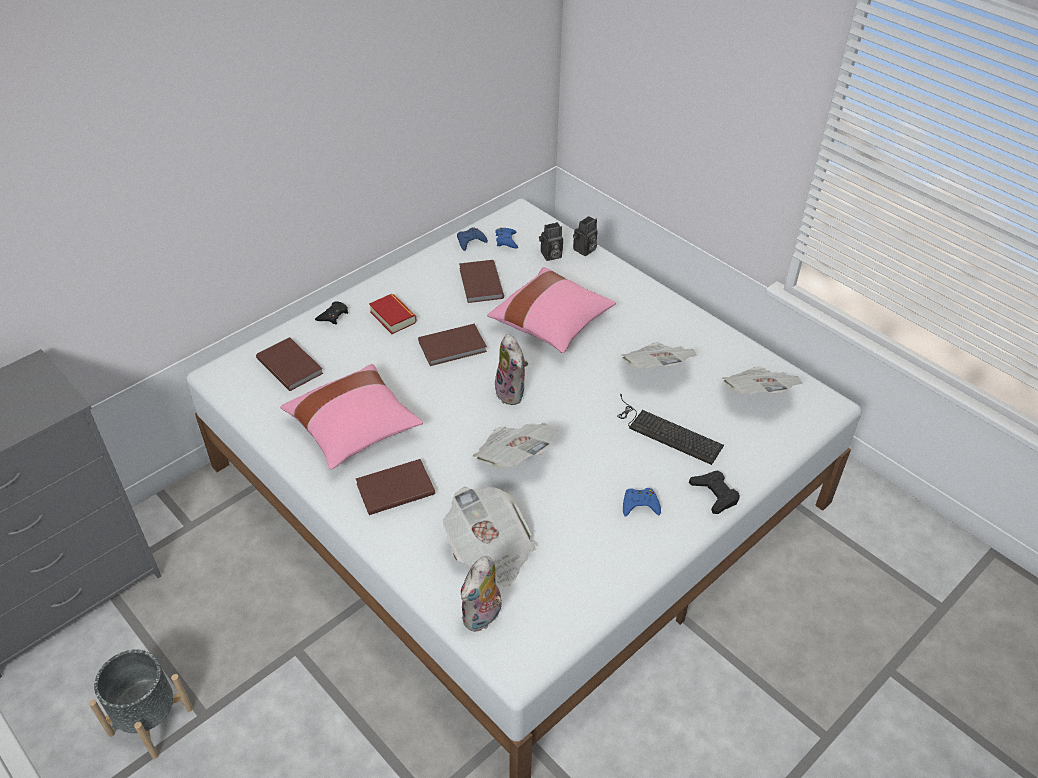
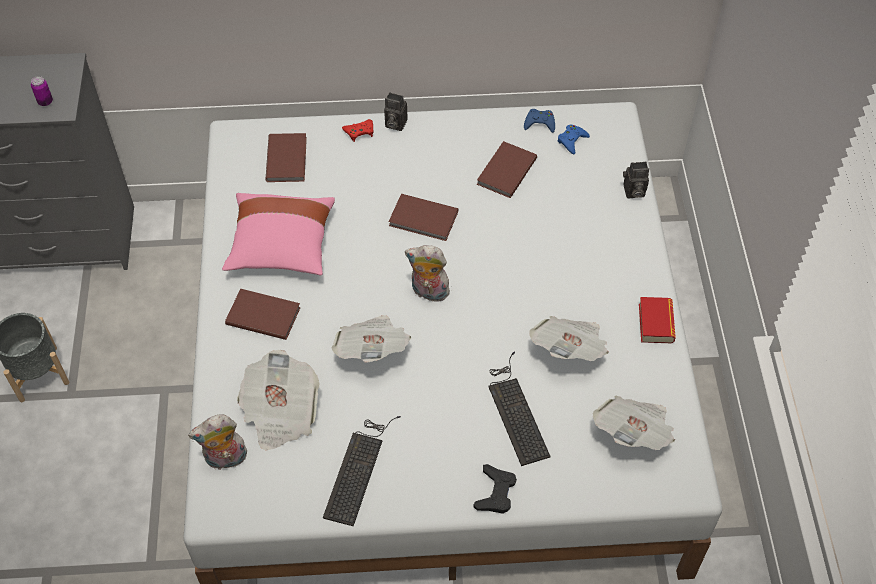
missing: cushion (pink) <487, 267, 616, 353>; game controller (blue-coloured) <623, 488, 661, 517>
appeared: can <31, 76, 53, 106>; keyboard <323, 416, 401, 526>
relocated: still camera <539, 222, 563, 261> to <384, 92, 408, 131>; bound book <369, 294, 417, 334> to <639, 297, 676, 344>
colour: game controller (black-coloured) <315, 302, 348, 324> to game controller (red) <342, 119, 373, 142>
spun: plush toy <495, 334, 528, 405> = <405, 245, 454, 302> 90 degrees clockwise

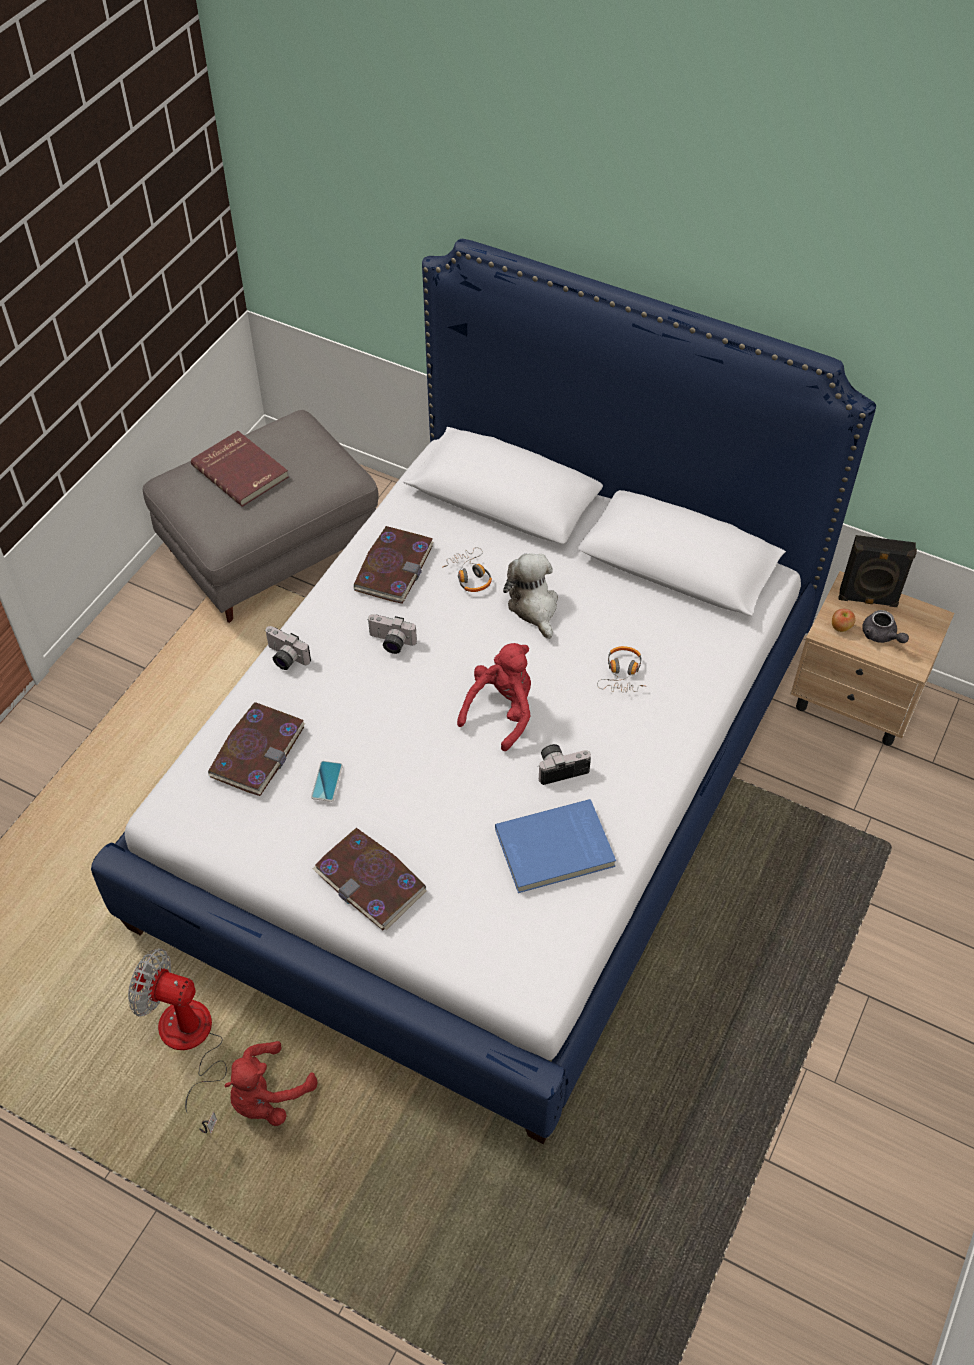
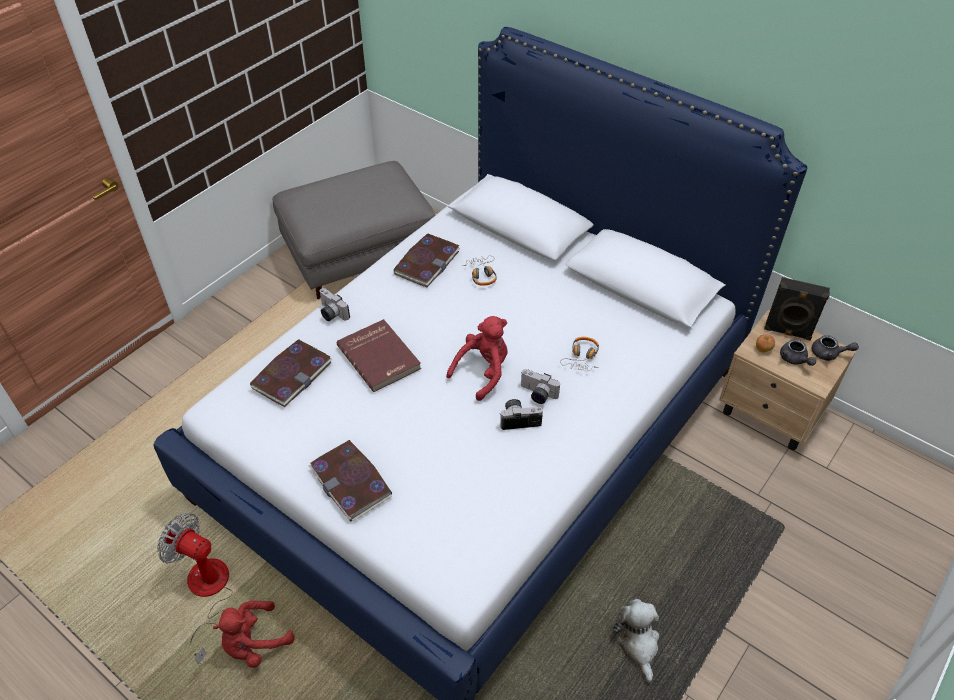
missing: phone <311, 761, 343, 802>; bound book (blue-coloured) <495, 799, 616, 893>
appeared: tea pot (greyish) <812, 335, 859, 361>
relocated: bound book (red) <191, 431, 289, 507> to <337, 319, 421, 392>; still camera <368, 614, 417, 654> to <521, 369, 560, 404>; plush toy <503, 553, 558, 639> to <613, 599, 660, 682>

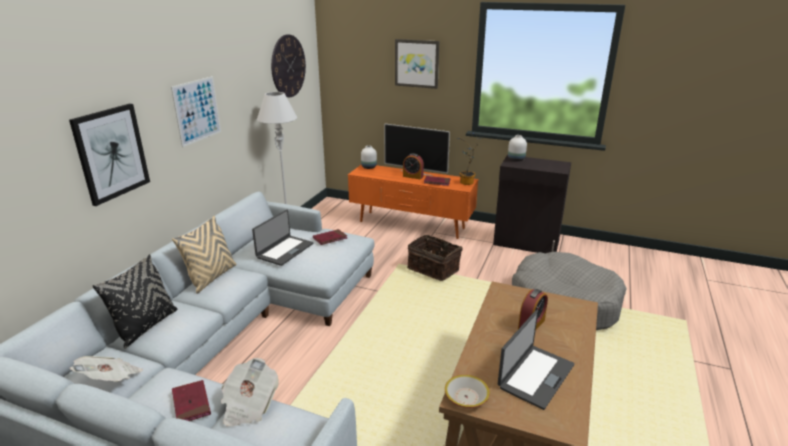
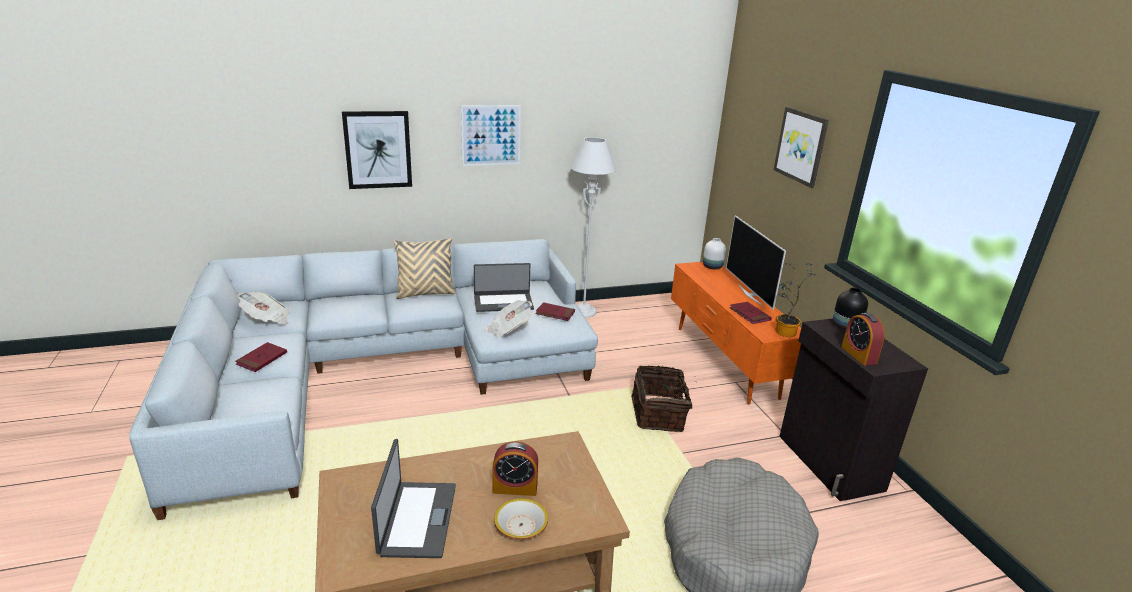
missing: cushion (black-coloured) <93, 254, 177, 349>; wall clock <271, 35, 306, 97>
relocated: daily paper <221, 358, 279, 426> to <485, 300, 533, 337>; deep dish <445, 375, 490, 408> to <494, 498, 548, 539>; table clock <403, 153, 424, 179> to <842, 313, 885, 366>
colour: decorative vase (white) <508, 135, 527, 162> to decorative vase (black-coloured) <833, 288, 868, 330>
spun: notebook computer <498, 310, 575, 410> = <371, 439, 456, 558> 90 degrees counterclockwise

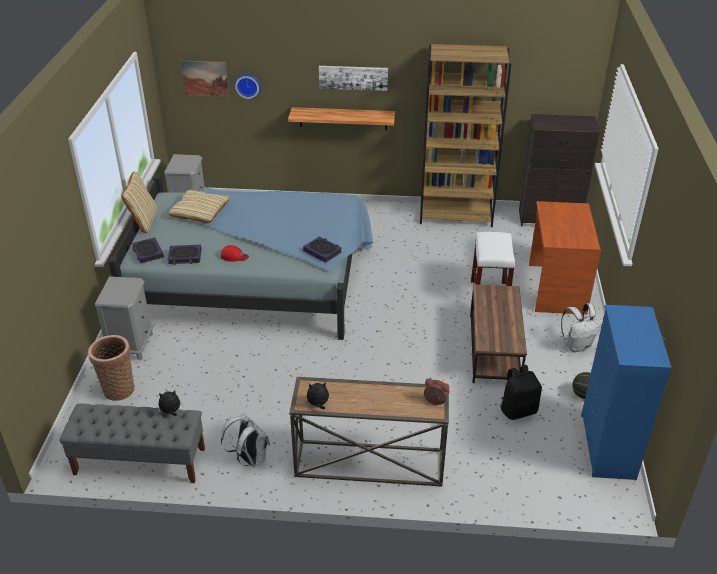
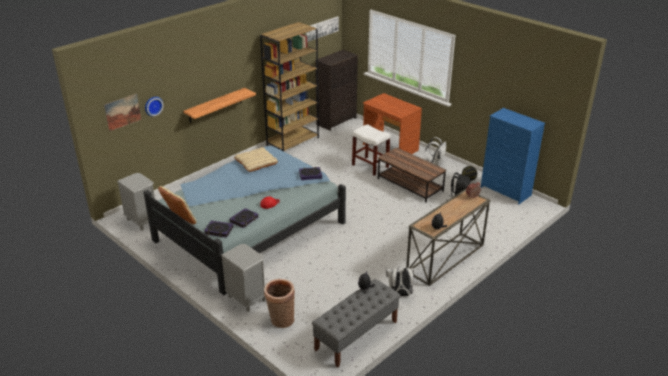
relocated: cushion (sand-coloured) <168, 190, 229, 223> to <234, 147, 278, 172>; wall art <319, 66, 388, 91> to <306, 16, 339, 42>

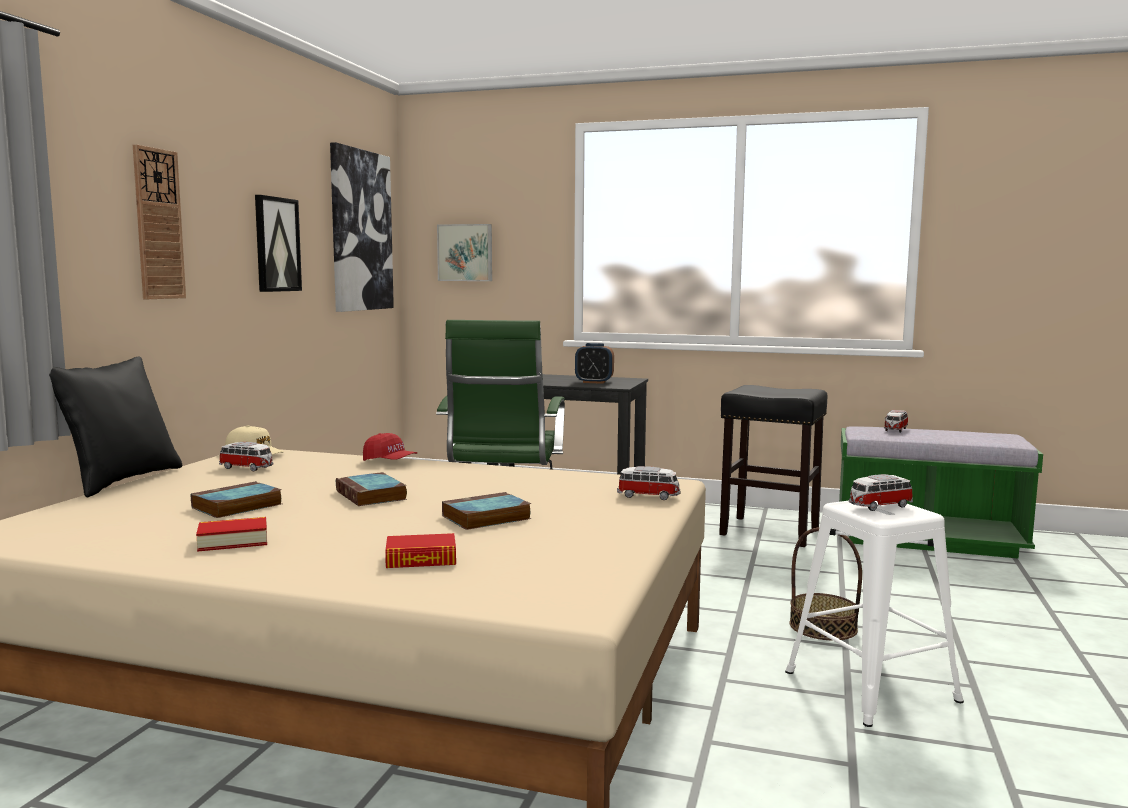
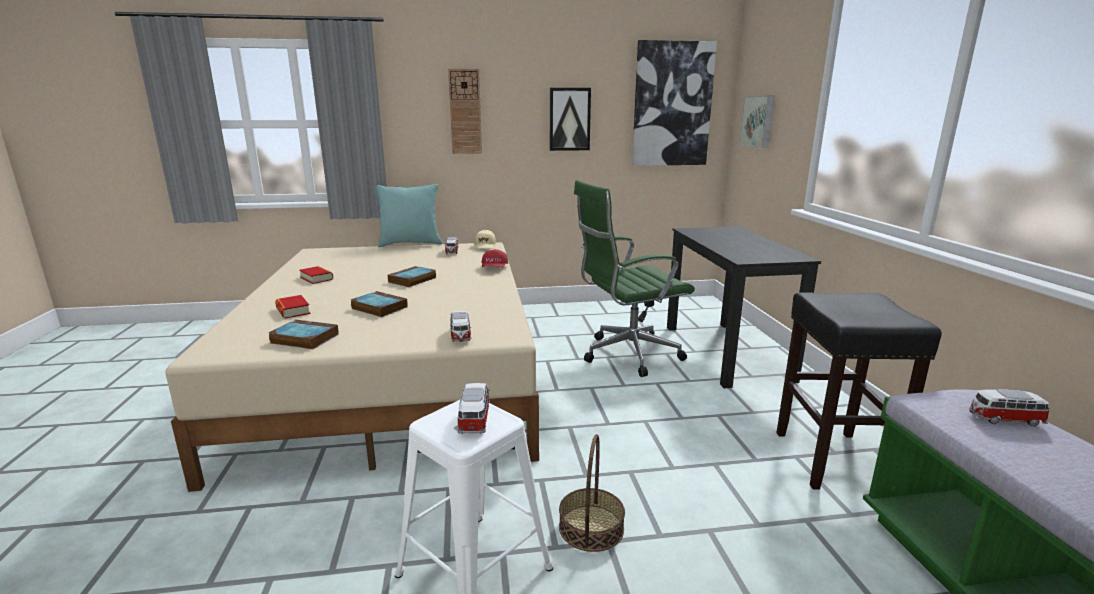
missing: table clock <575, 343, 614, 384>
relocated: bound book <191, 481, 282, 518> to <268, 319, 339, 349>
colour: cushion (black-coloured) <49, 357, 182, 497> to cushion (turquoise-coloured) <375, 184, 442, 247>
spun: toy car <849, 474, 913, 511> = <458, 383, 490, 434> 45 degrees clockwise

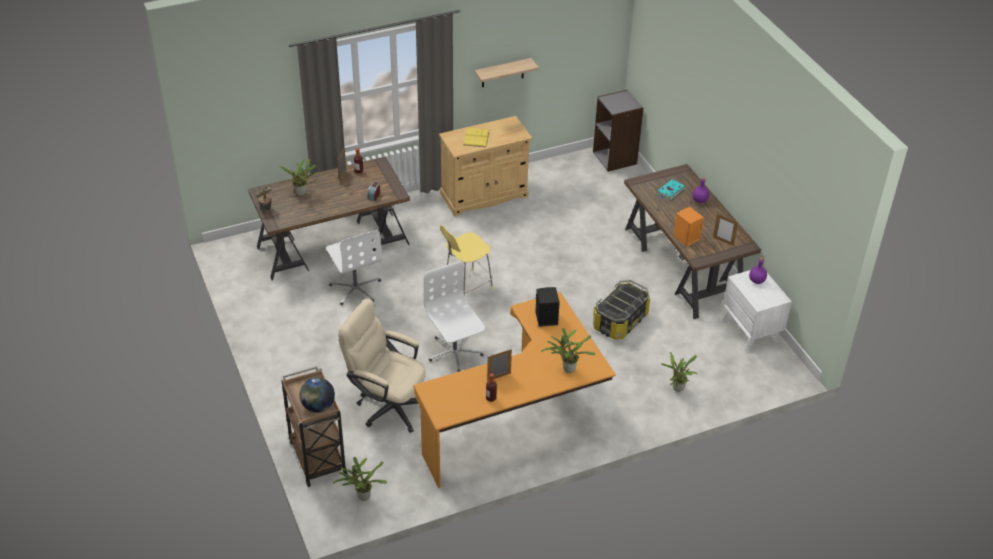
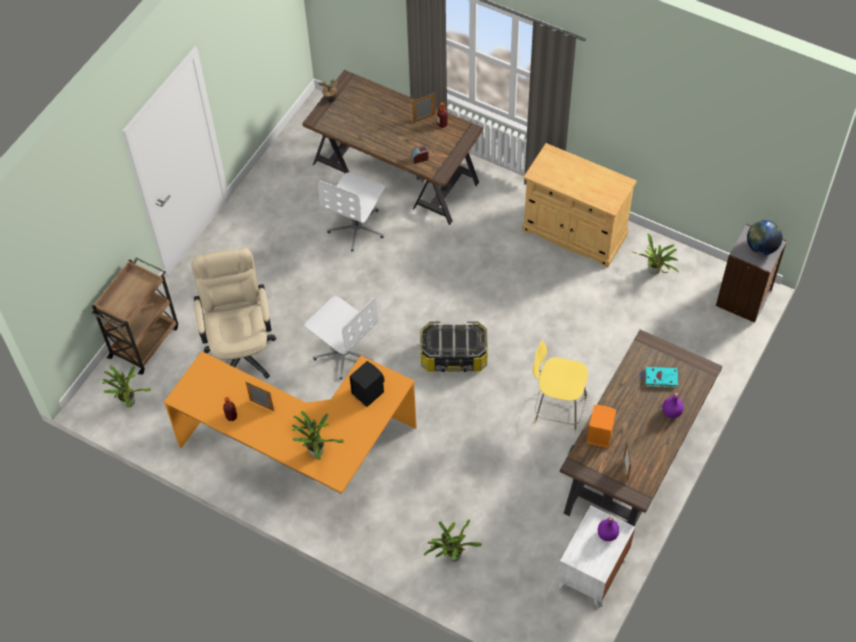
missing: bound book (yellow-coloured) <464, 128, 490, 147>; wall shelf <475, 58, 539, 87>
relocated: storage box <593, 280, 650, 340> to <420, 321, 488, 372>; sitting stool (yellow-coloured) <440, 225, 493, 296> to <533, 339, 588, 433>; plant in a pot <278, 159, 325, 196> to <631, 234, 679, 275>; world globe <300, 378, 335, 413> to <747, 220, 783, 255>
spun: desk chair (white) <424, 261, 485, 372> = <305, 296, 379, 380> 105 degrees clockwise

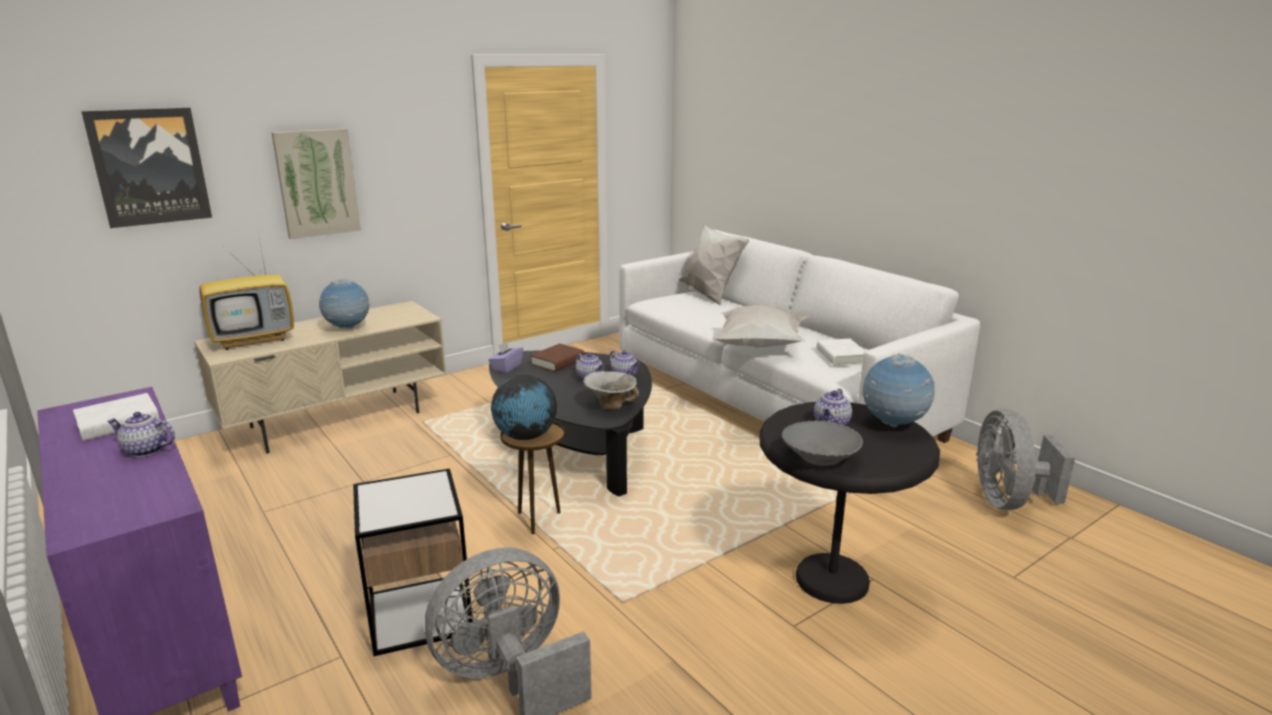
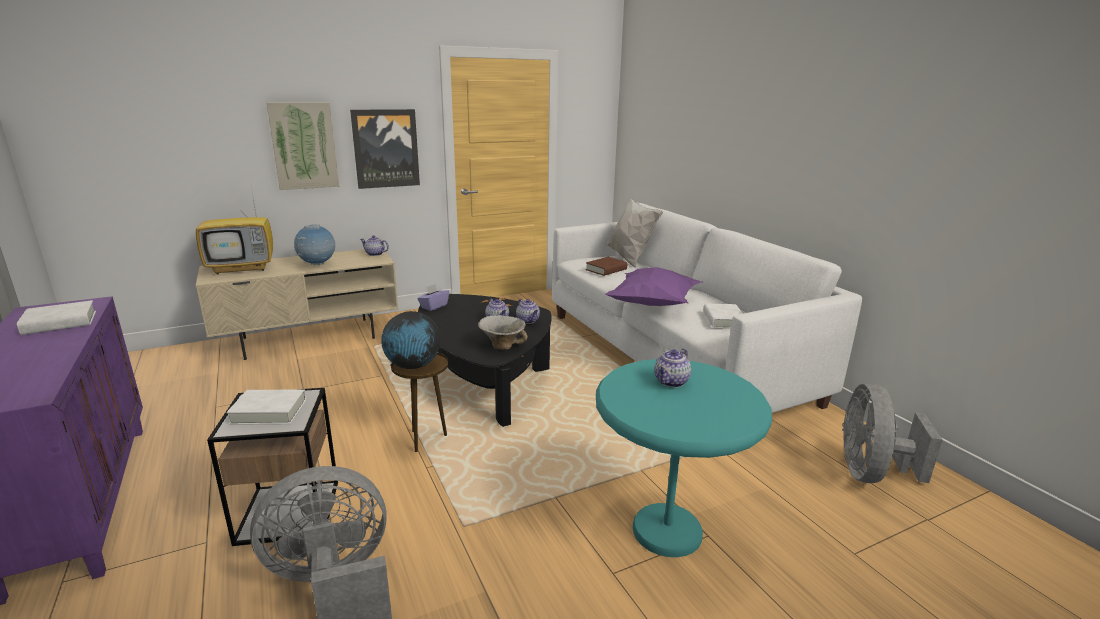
missing: deep dish (greyish) <782, 421, 863, 465>; world globe <862, 353, 935, 427>
appeared: bound book (white) <227, 389, 306, 425>
relocated: wall art <81, 108, 212, 228> to <350, 109, 420, 189>; tea pot <107, 412, 175, 457> to <360, 236, 389, 256>; bound book (brown) <530, 343, 585, 372> to <586, 257, 627, 276>
colour: side table (black-coloured) <759, 402, 940, 604> to side table (turquoise-coloured) <596, 359, 772, 557>; cushion (white) <712, 304, 809, 347> to cushion (purple) <604, 267, 702, 306>

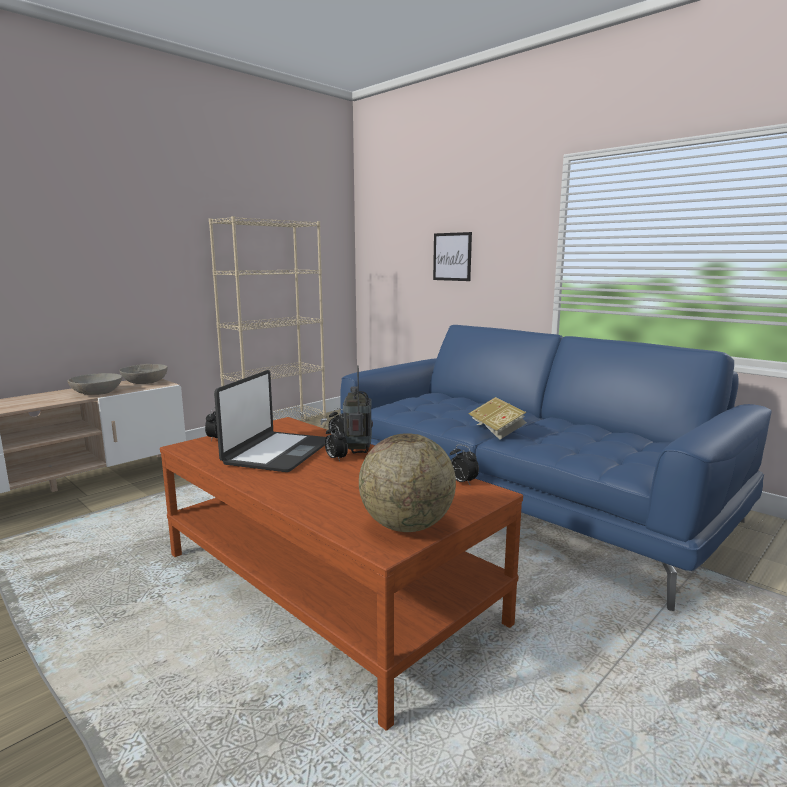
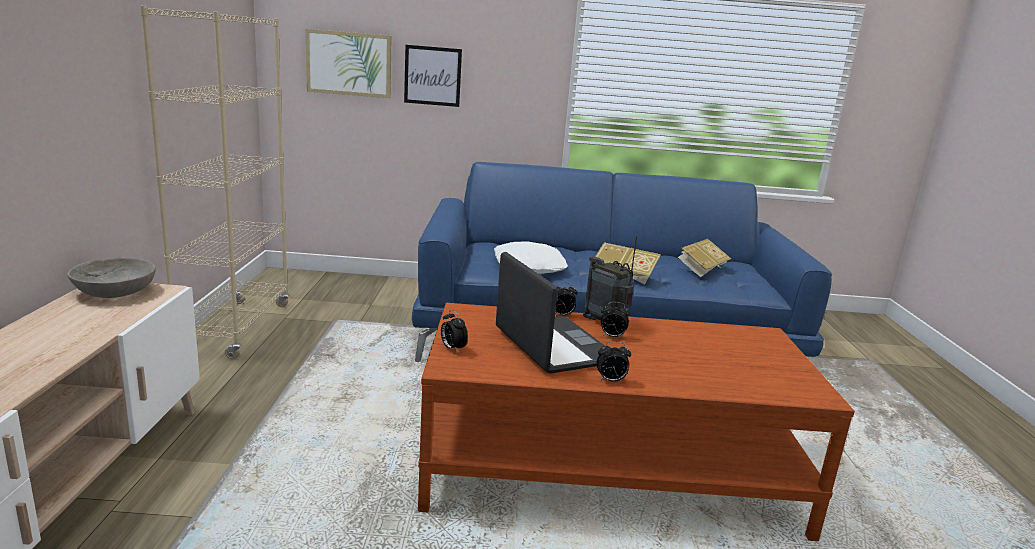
missing: deep dish (greyish) <68, 373, 122, 395>; world globe <359, 433, 456, 532>
appeared: wall art <305, 29, 392, 98>; cushion (white) <494, 242, 568, 274>; bound book <678, 239, 731, 277>
relocated: table clock <450, 444, 479, 485> to <596, 341, 631, 382>

